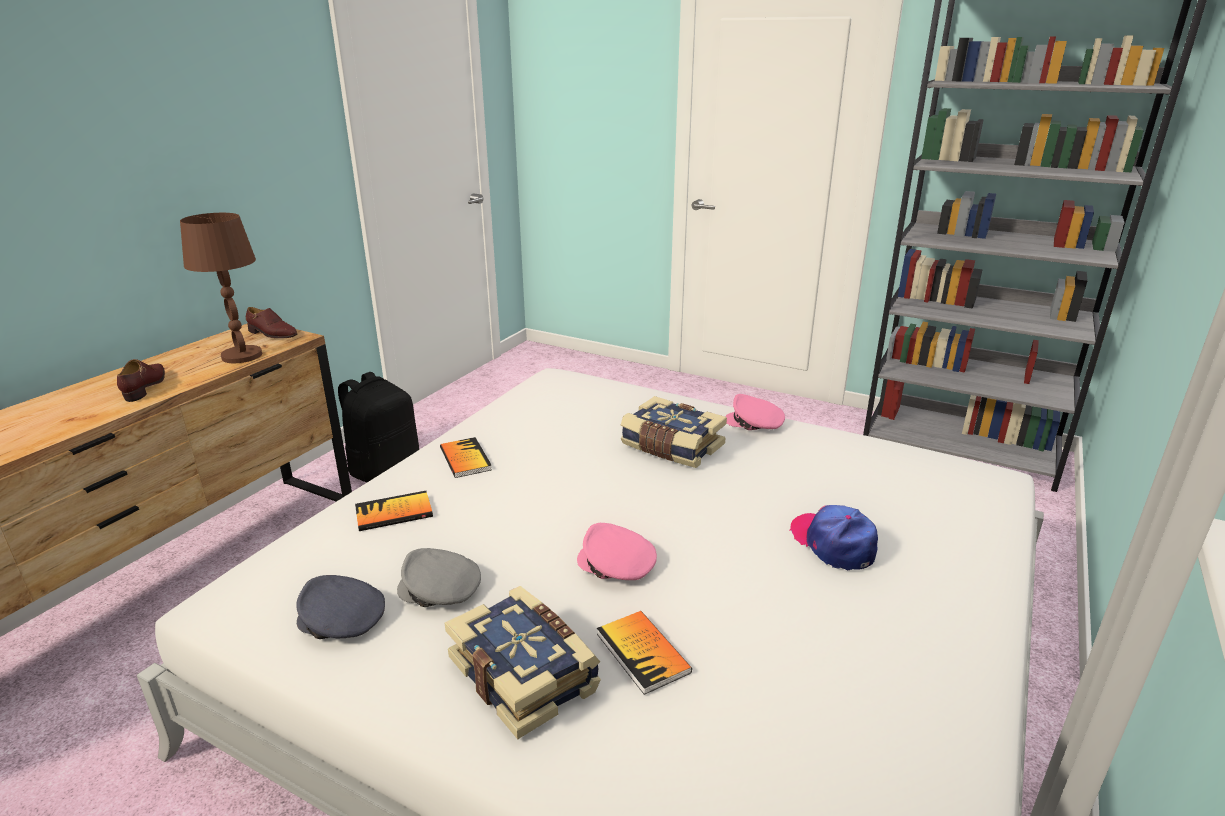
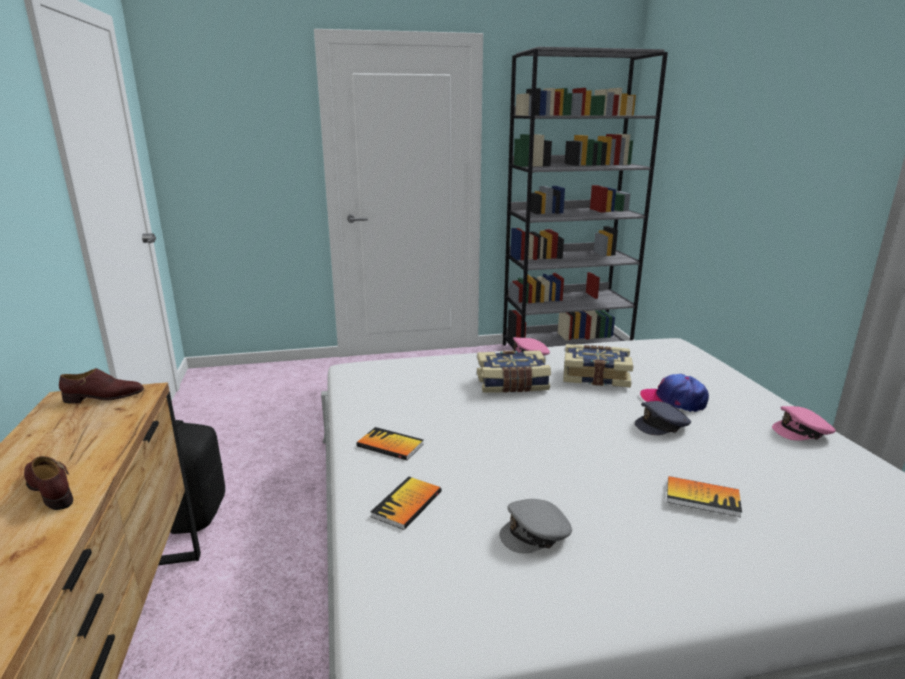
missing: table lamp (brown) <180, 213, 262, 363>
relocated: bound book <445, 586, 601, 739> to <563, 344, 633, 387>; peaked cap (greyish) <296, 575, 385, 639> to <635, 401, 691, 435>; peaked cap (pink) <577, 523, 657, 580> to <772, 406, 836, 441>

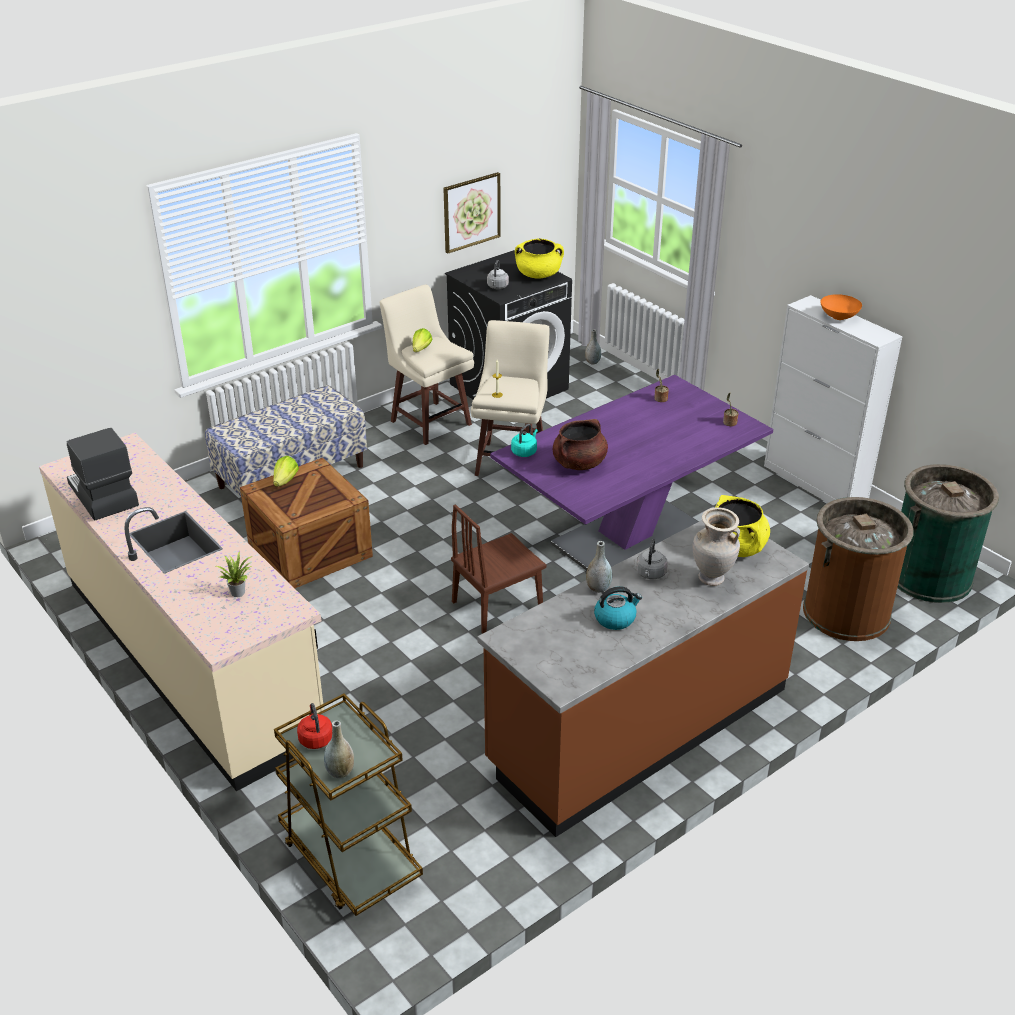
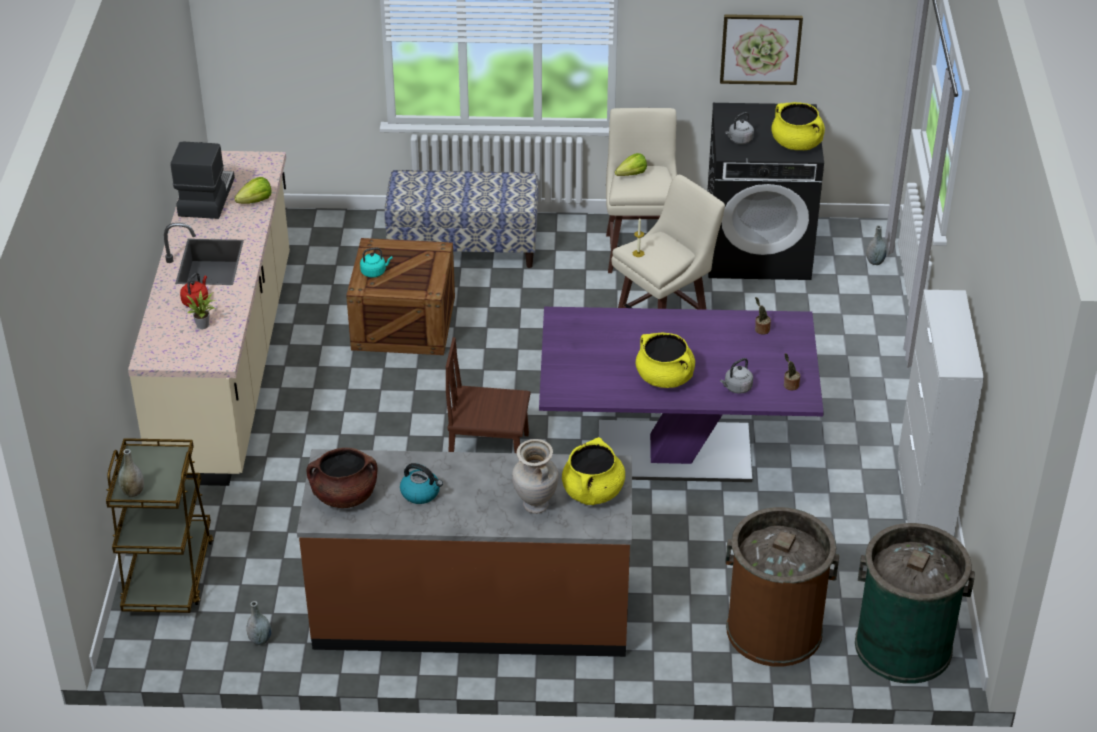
missing: deep dish (orange-coloured) <820, 294, 862, 320>
appeared: cooking pot (yellow-coloured) <636, 333, 695, 388>
relocated: tea kettle (red) <297, 703, 332, 749> to <180, 273, 208, 307>; lettuce head <273, 456, 299, 487> to <234, 177, 271, 204>; decorative vase (greyish) <586, 541, 612, 593> to <246, 601, 271, 645>; cooking pot (brown) <553, 419, 608, 470> to <307, 448, 378, 508>; tea kettle (turquoise-coloured) <511, 424, 538, 457> to <360, 247, 393, 278>; tea kettle (greyish) <636, 539, 668, 580> to <720, 358, 753, 394>

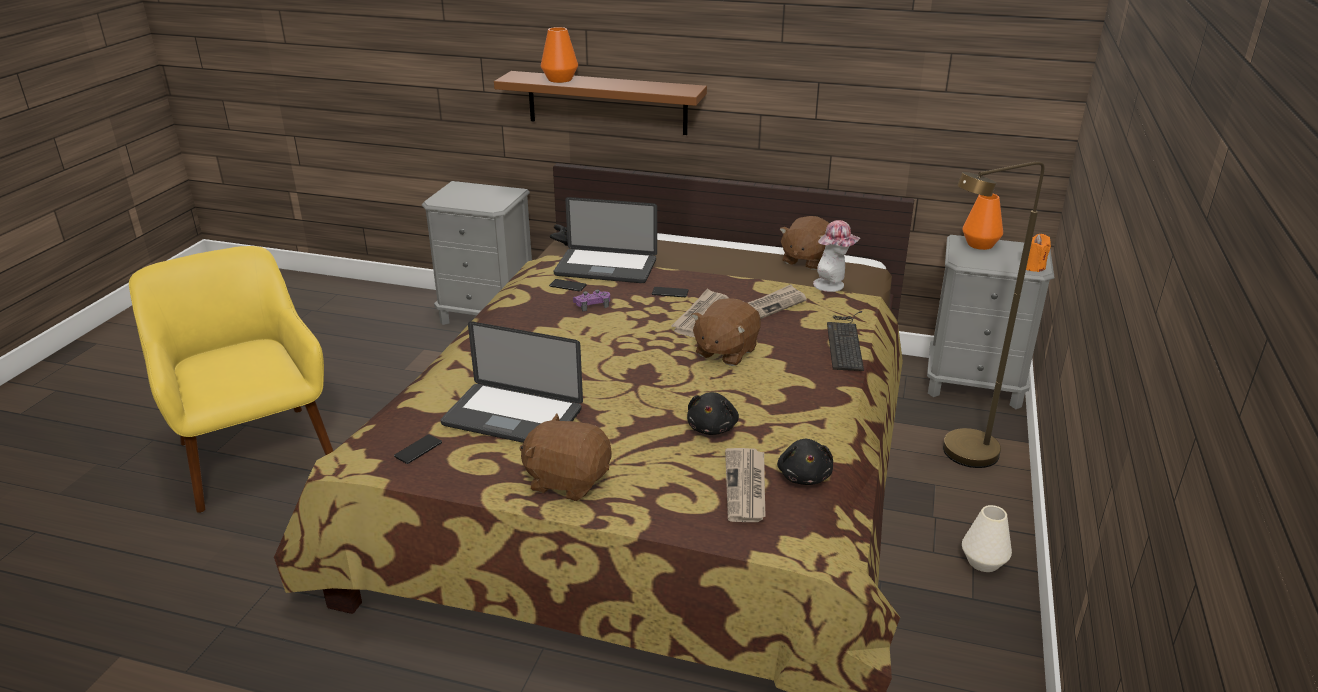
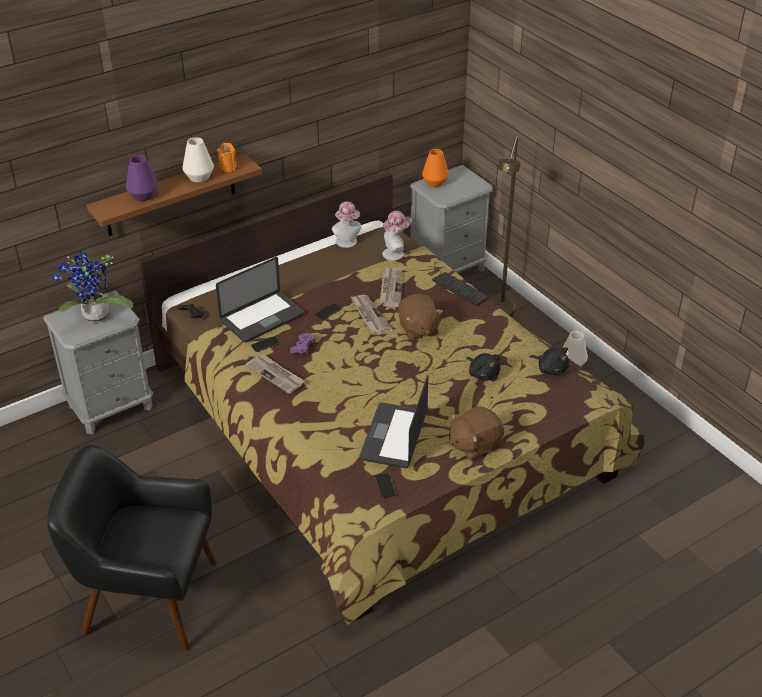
appeared: plant in a pot <52, 253, 134, 323>; decorative vase (white) <182, 137, 214, 183>
relocated: wax candle (orange-coloured) <1026, 234, 1051, 272> to <217, 143, 237, 172>; daily paper <725, 448, 766, 522> to <245, 355, 305, 394>
exchanged: plush toy (brown) <780, 216, 829, 270> to hat <332, 201, 361, 248>
colour: lounge chair (yellow-coloured) <129, 246, 333, 513> to lounge chair (black-coloured) <47, 445, 217, 651>; decorative vase (orange-coloured) <541, 27, 578, 83> to decorative vase (purple) <126, 155, 158, 201>
spun: notebook computer <440, 321, 583, 443> = <359, 374, 428, 468> 135 degrees clockwise

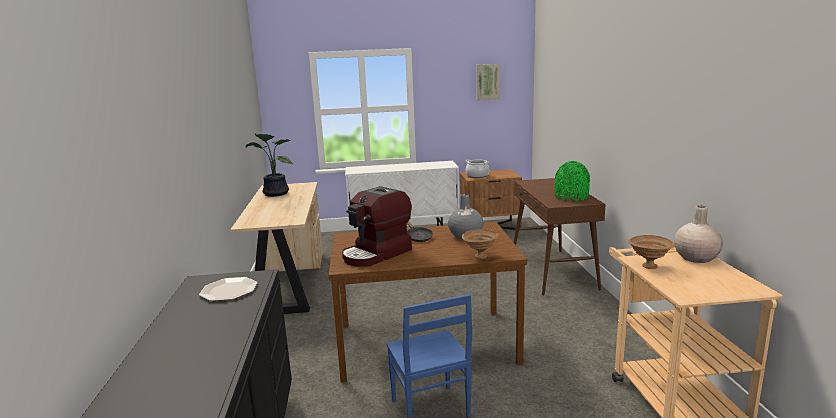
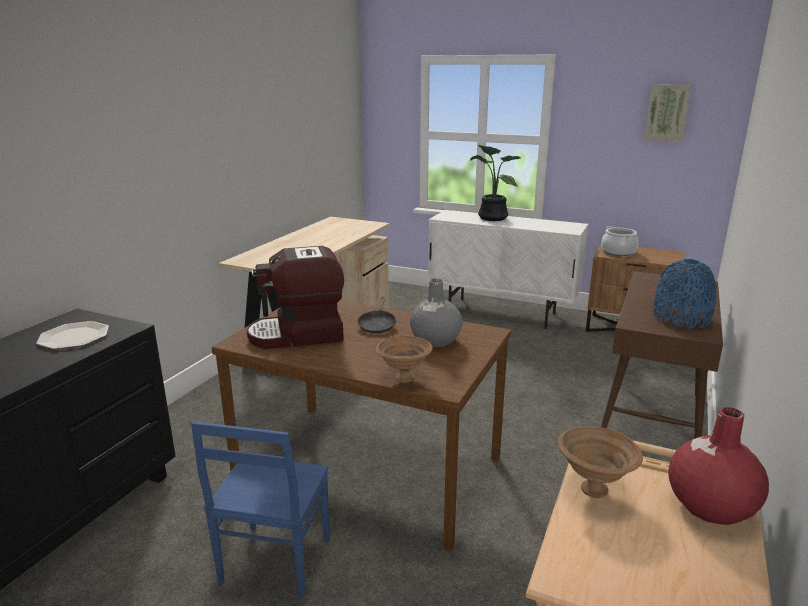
relocated: plant in a pot <246, 133, 293, 197> to <470, 145, 521, 221>
colour: decorative vase (green-coloured) <555, 161, 590, 201> to decorative vase (blue-coloured) <653, 259, 717, 329>; decorative vase (sand-coloured) <674, 205, 723, 263> to decorative vase (red) <668, 407, 769, 525>

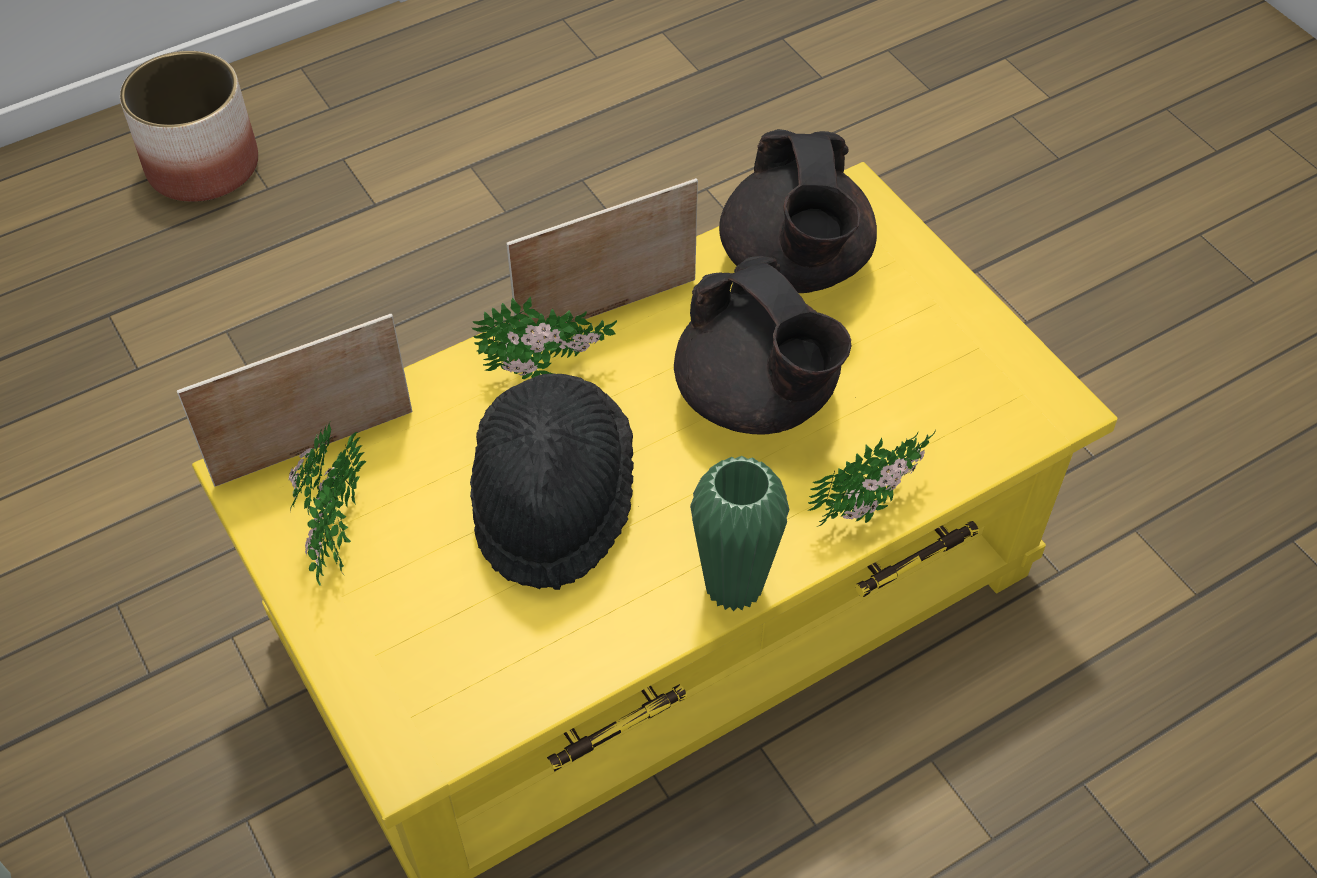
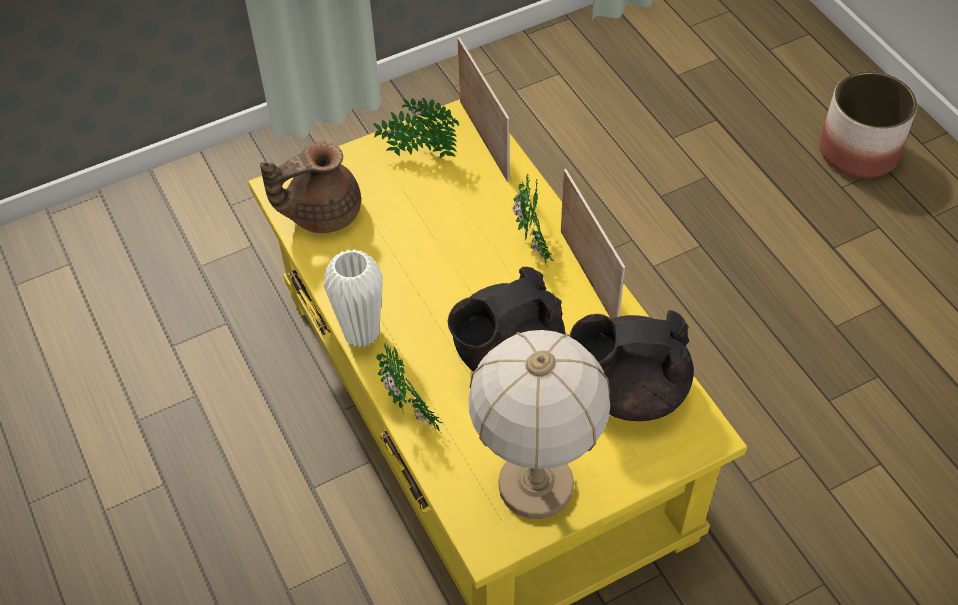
missing: hat (black-coloured) <470, 374, 634, 590>
appeared: tea pot (brown) <260, 142, 361, 233>; table lamp <468, 330, 610, 519>
colour: decorative vase (green-coloured) <690, 456, 790, 611> to decorative vase (white) <324, 249, 383, 348>

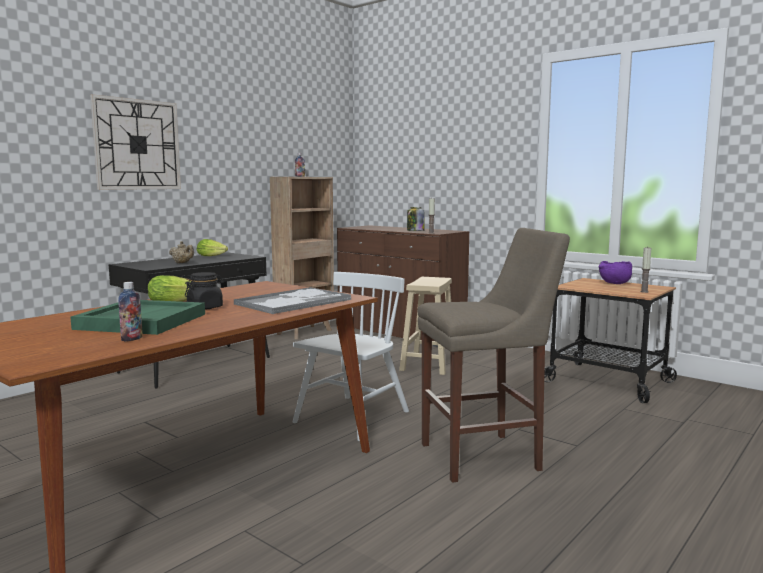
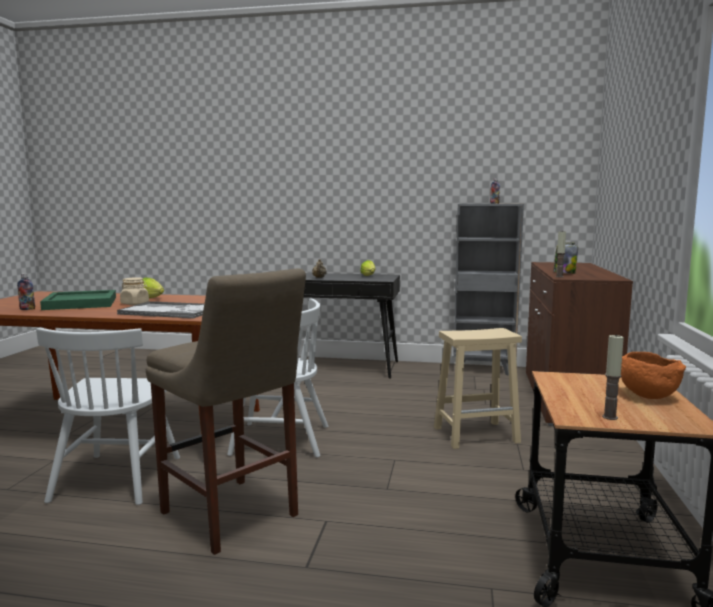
missing: wall clock <90, 94, 181, 190>
appeared: plain chair (white) <36, 328, 180, 505>
colour: preserve jar (black-coloured) <185, 272, 224, 310> to preserve jar (sand-coloured) <120, 277, 149, 305>; bookshelf (brown) <270, 177, 334, 339> to bookshelf (greyish) <453, 204, 524, 376>; deep dish (purple) <598, 261, 632, 284> to deep dish (orange-coloured) <621, 352, 686, 399>

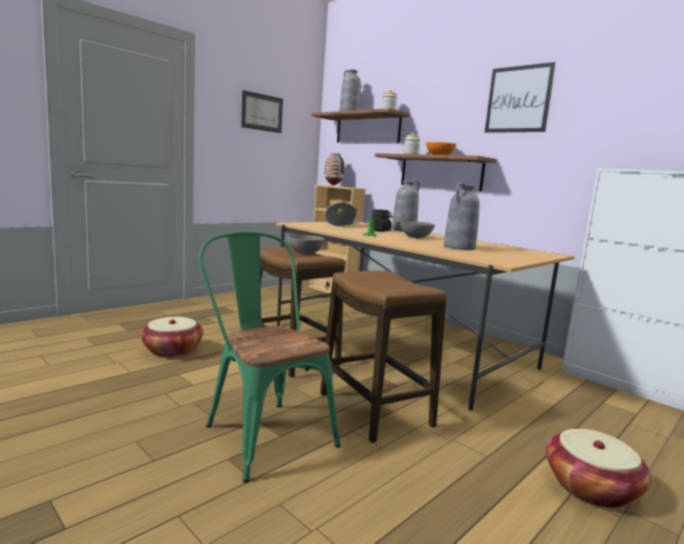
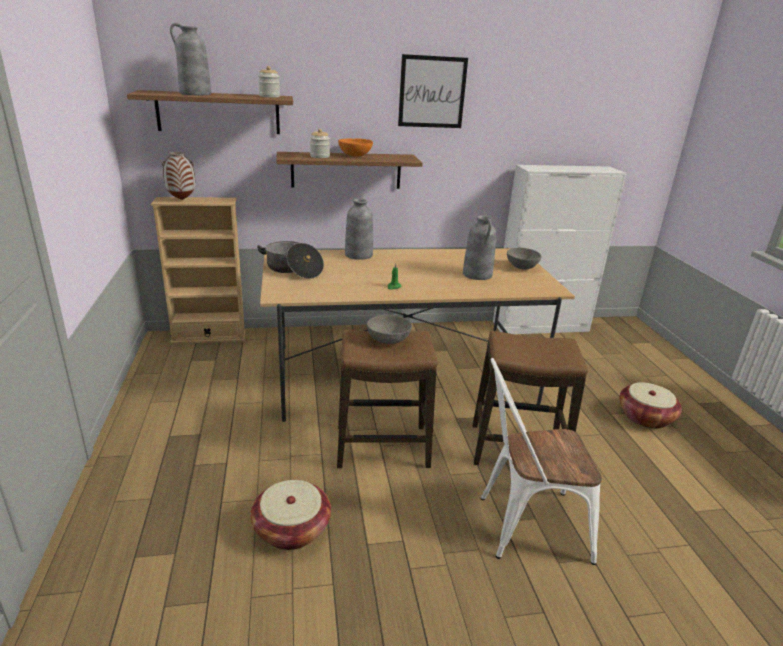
missing: wall art <241, 90, 283, 133>; preserve jar (black-coloured) <371, 209, 393, 232>
relocated: deep dish (greyish) <400, 221, 435, 238> to <507, 247, 542, 270>
colour: plain chair (green-coloured) <199, 231, 341, 483> to plain chair (white) <481, 358, 602, 565>

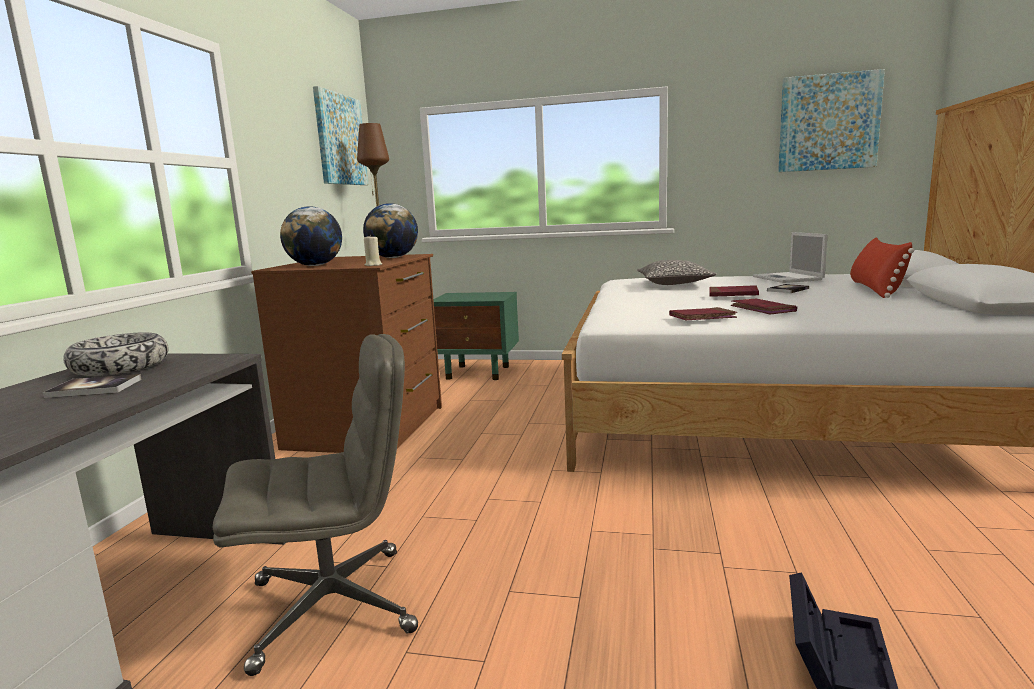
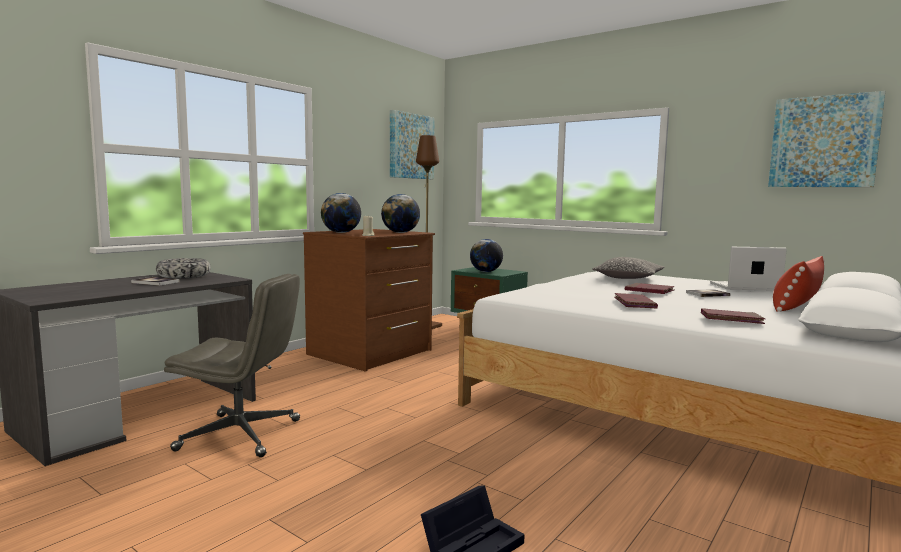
appeared: world globe <470, 239, 503, 272>
relocated: bound book (red) <669, 307, 737, 320> to <701, 308, 765, 324>
spun: notebook computer <753, 232, 828, 283> = <710, 247, 787, 291> 75 degrees clockwise

